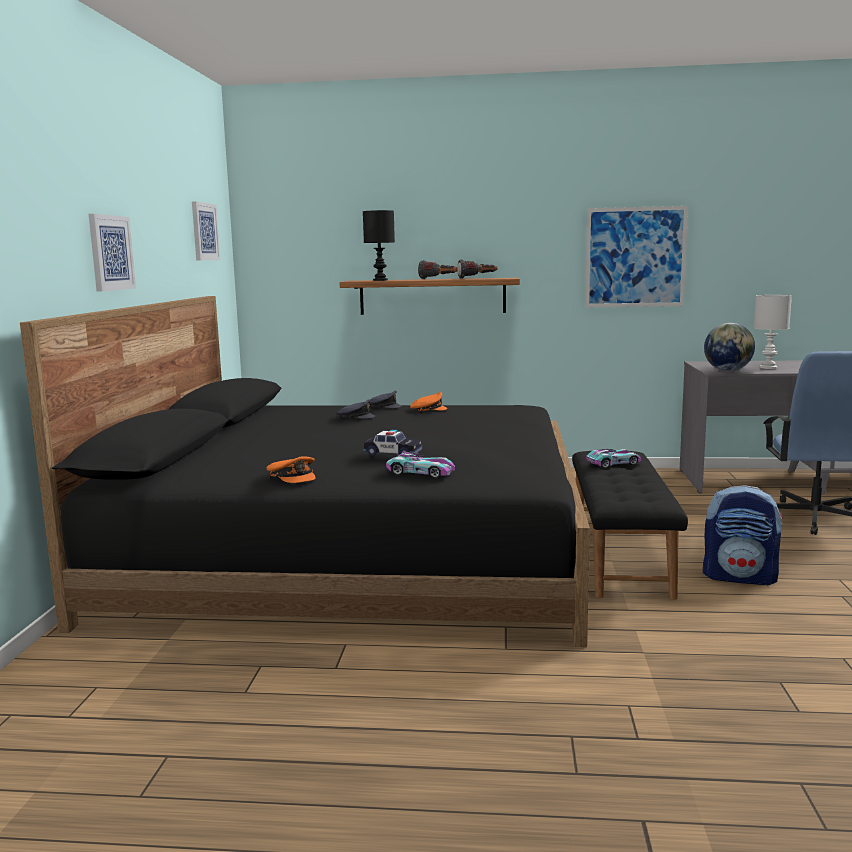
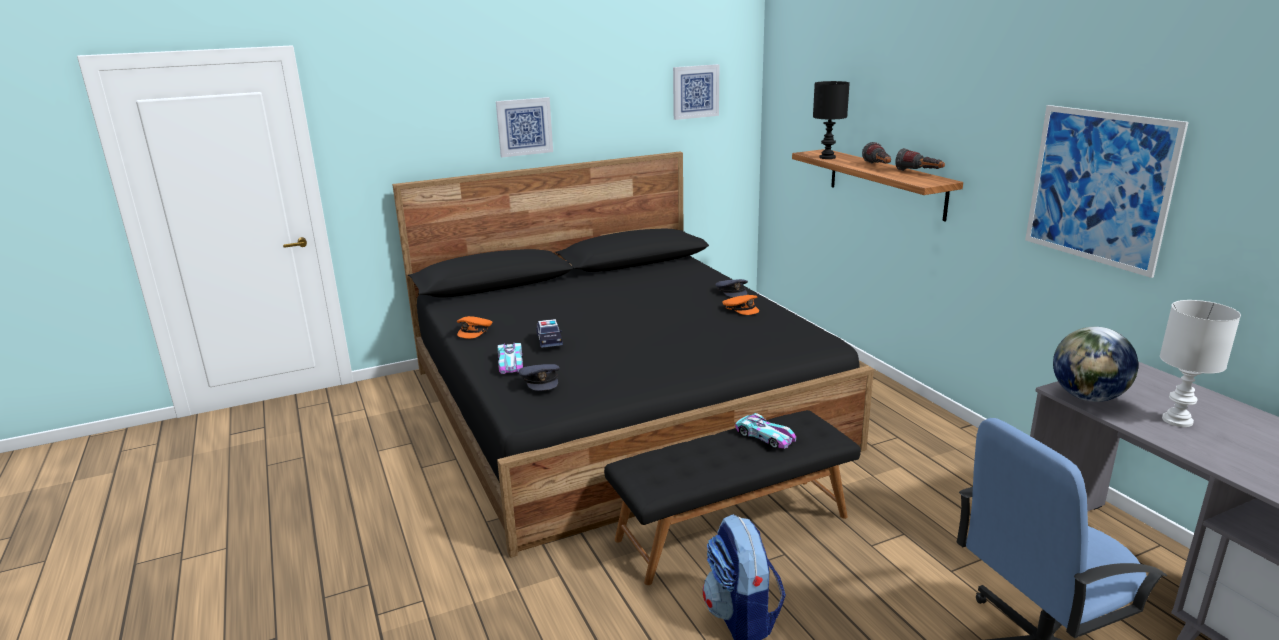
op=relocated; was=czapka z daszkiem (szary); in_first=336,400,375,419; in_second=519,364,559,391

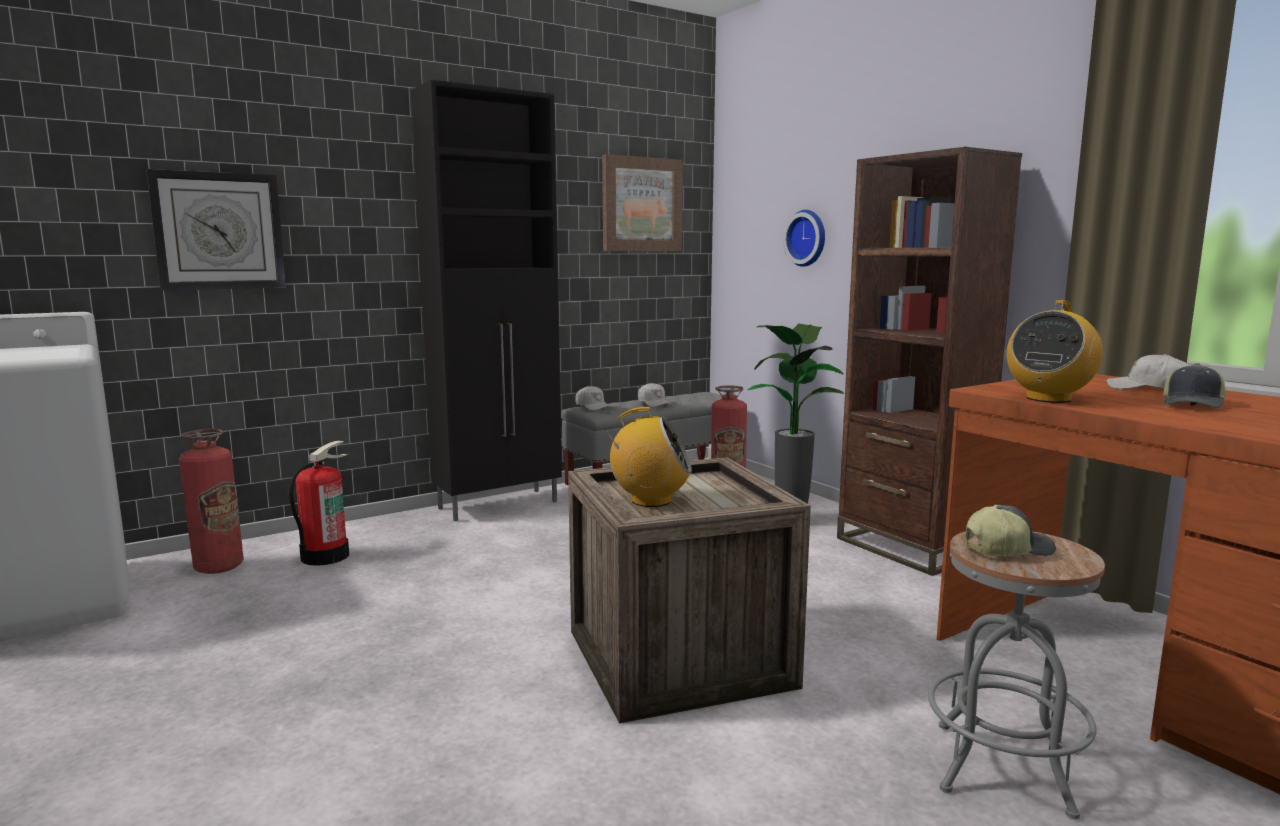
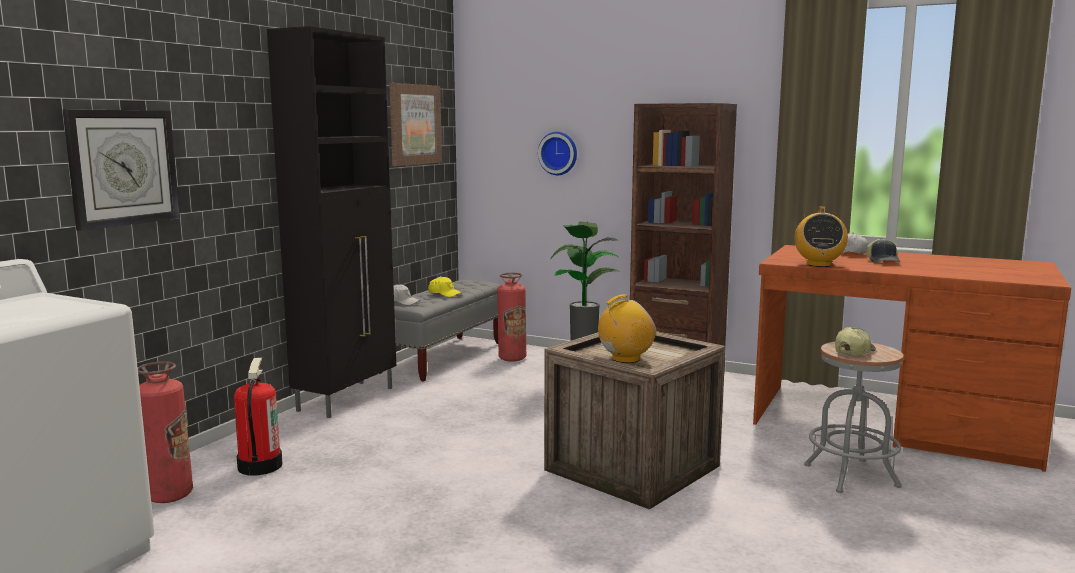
op=colour; was=czapka z daszkiem (biały); now=czapka z daszkiem (żółty); in_first=638,383,672,407; in_second=428,276,462,297

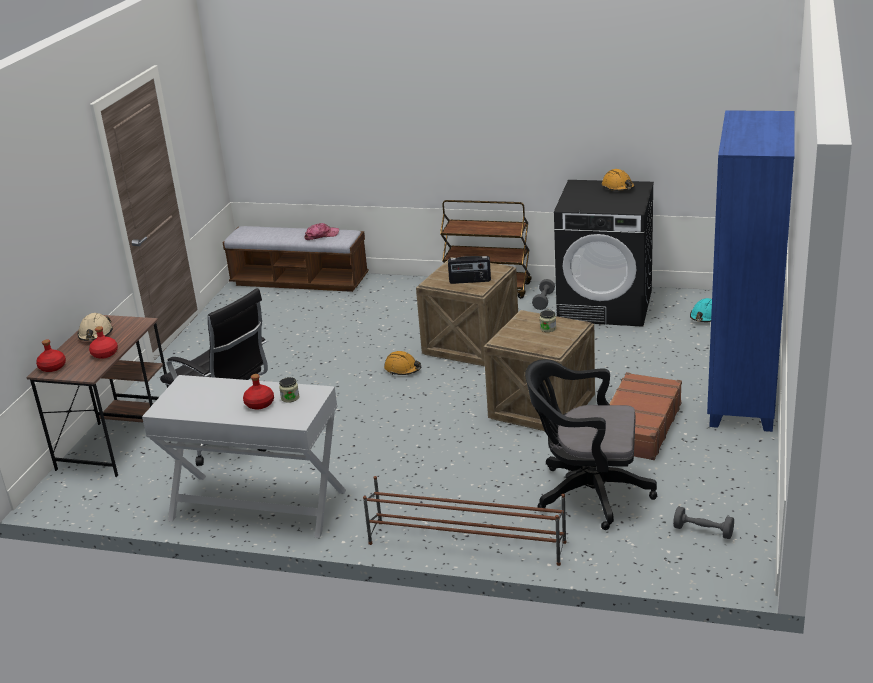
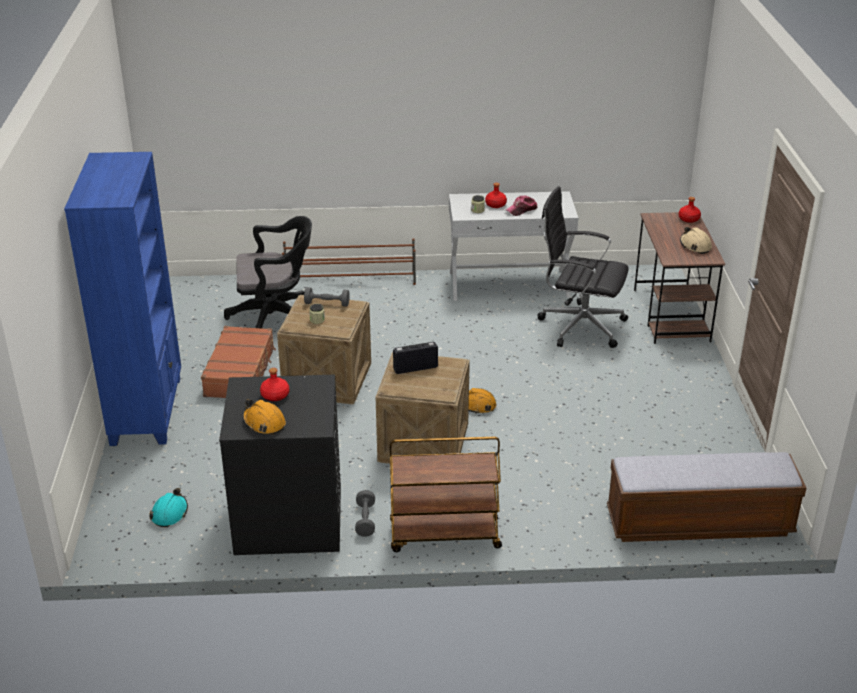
op=relocated; was=butelka (czerwony); in_first=89,326,118,359; in_second=260,368,289,401
op=relocated; was=hantel (szary); in_first=673,507,734,539; in_second=304,287,350,307
op=relocated; was=czapka z daszkiem; in_first=304,223,339,240; in_second=506,196,538,216

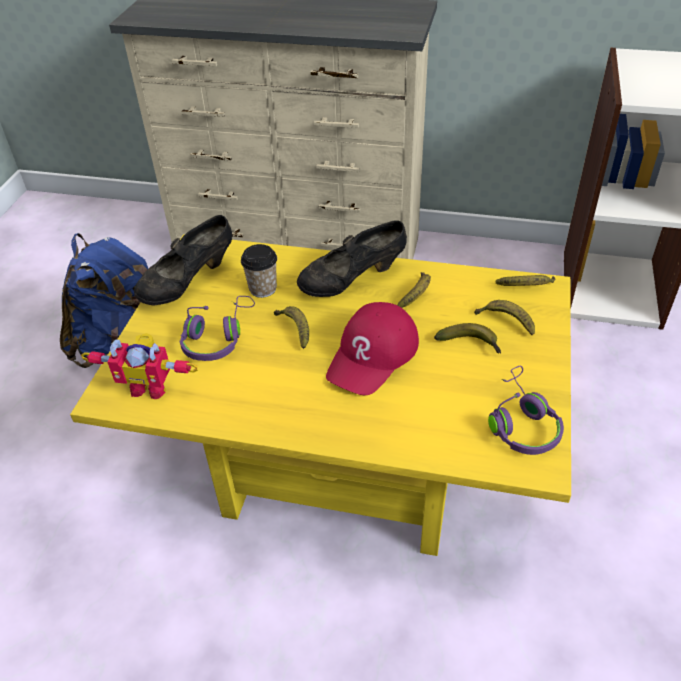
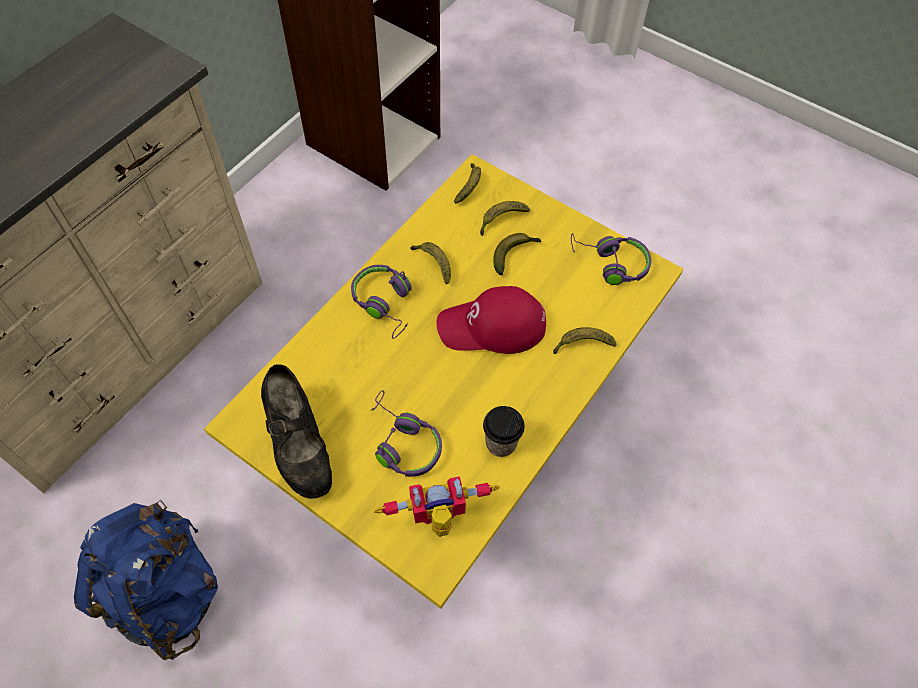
op=exchanged; was=but (czarny); now=słuchawki (fioletowy); in_first=297,220,407,297; in_second=351,265,412,339
op=spun; was=robot zabawkowy; in_first=81,333,198,400; in_second=374,476,500,537; clockwise=-135
op=spun; was=czapka z daszkiem (czerwony); in_first=326,302,419,395; in_second=436,286,546,354; clockwise=120
op=relocated; was=filiżanka; in_first=241,244,277,298; in_second=483,406,525,457
op=relocated; was=banan; in_first=274,306,309,349; in_second=553,327,616,354

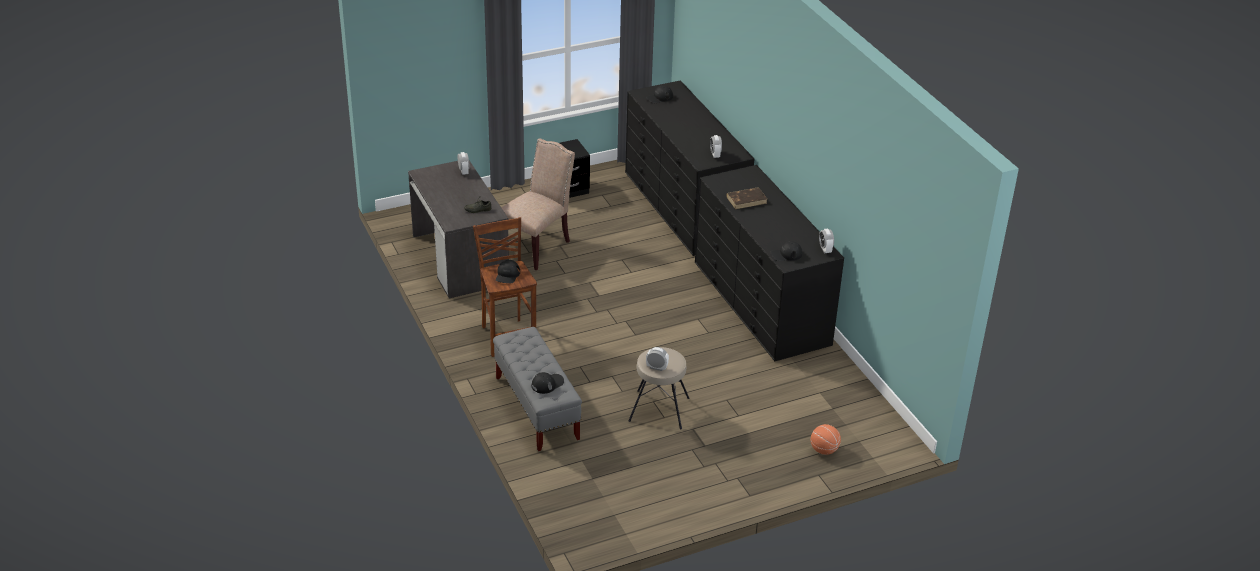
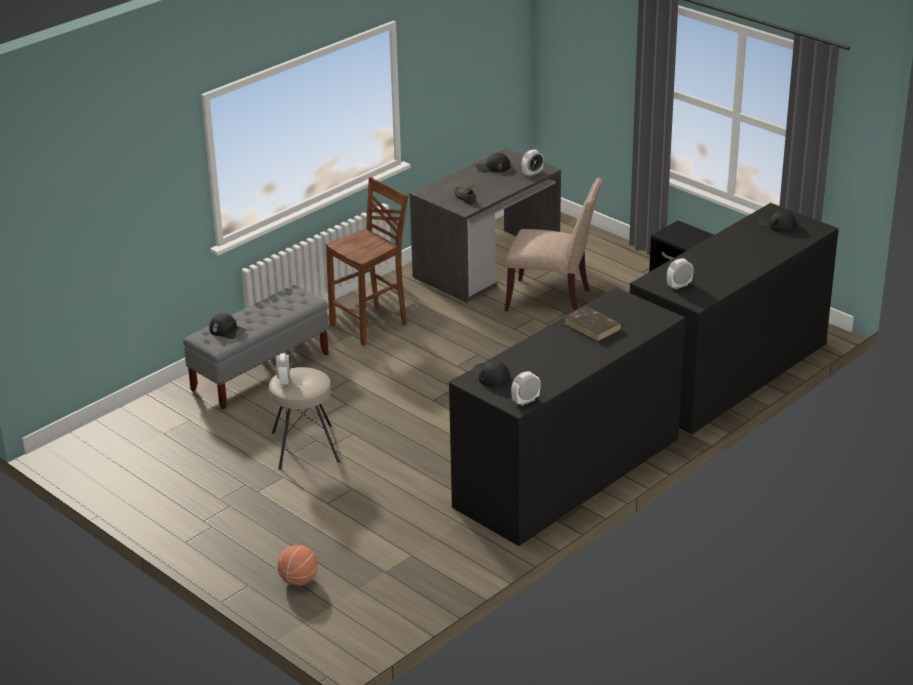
op=relocated; was=czapka z daszkiem (czarny); in_first=496,260,520,283; in_second=475,153,511,173

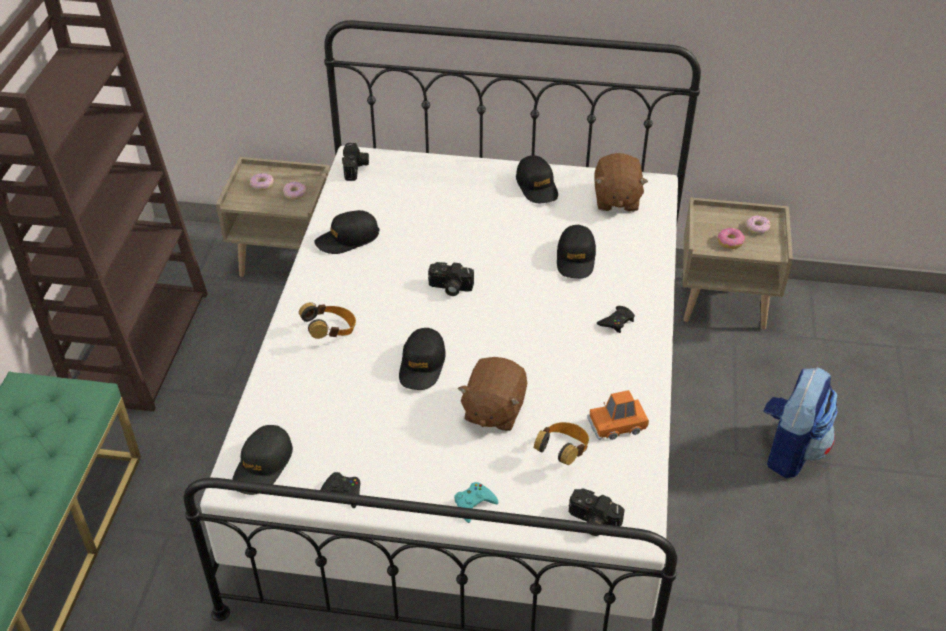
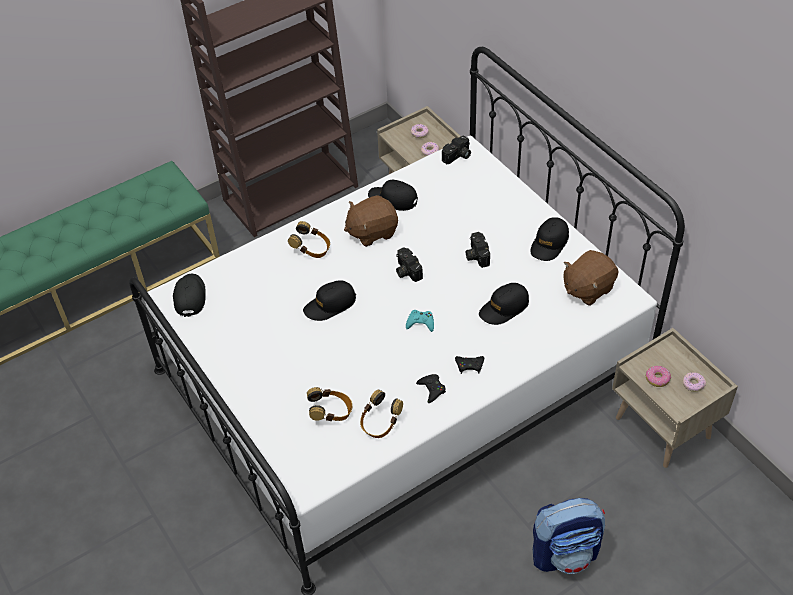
op=spun; was=czapka z daszkiem (czarny); in_first=232,425,293,495; in_second=173,274,206,317; clockwise=105
op=relocated; was=pluszak (brązowy); in_first=458,357,527,431; in_second=344,195,398,247
op=exchanged; was=samochodzik (pomarańczowy); now=słuchawki; in_first=587,390,649,440; in_second=360,389,403,438
op=relocated; was=pad do gier (turkusowy); in_first=454,482,498,523; in_second=406,310,434,332
op=relocated; was=pad do gier (czarny); in_first=320,472,360,508; in_second=416,374,446,403
op=relocated; was=aparat fotograficzny; in_first=569,488,625,536; in_second=466,232,490,268

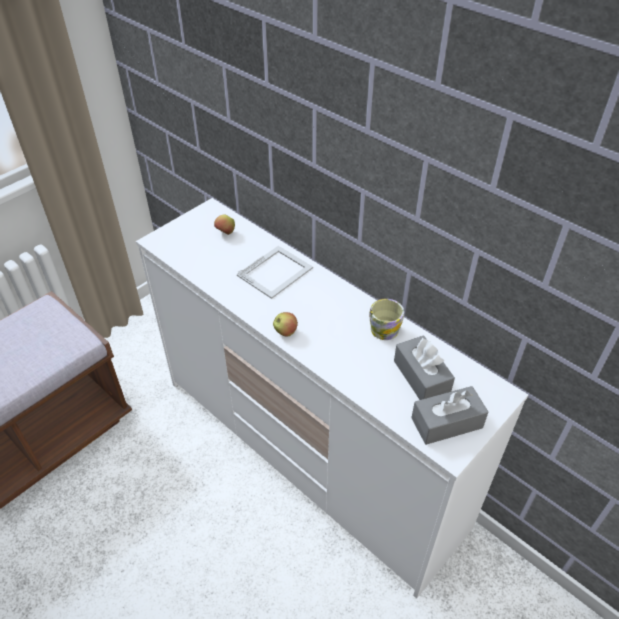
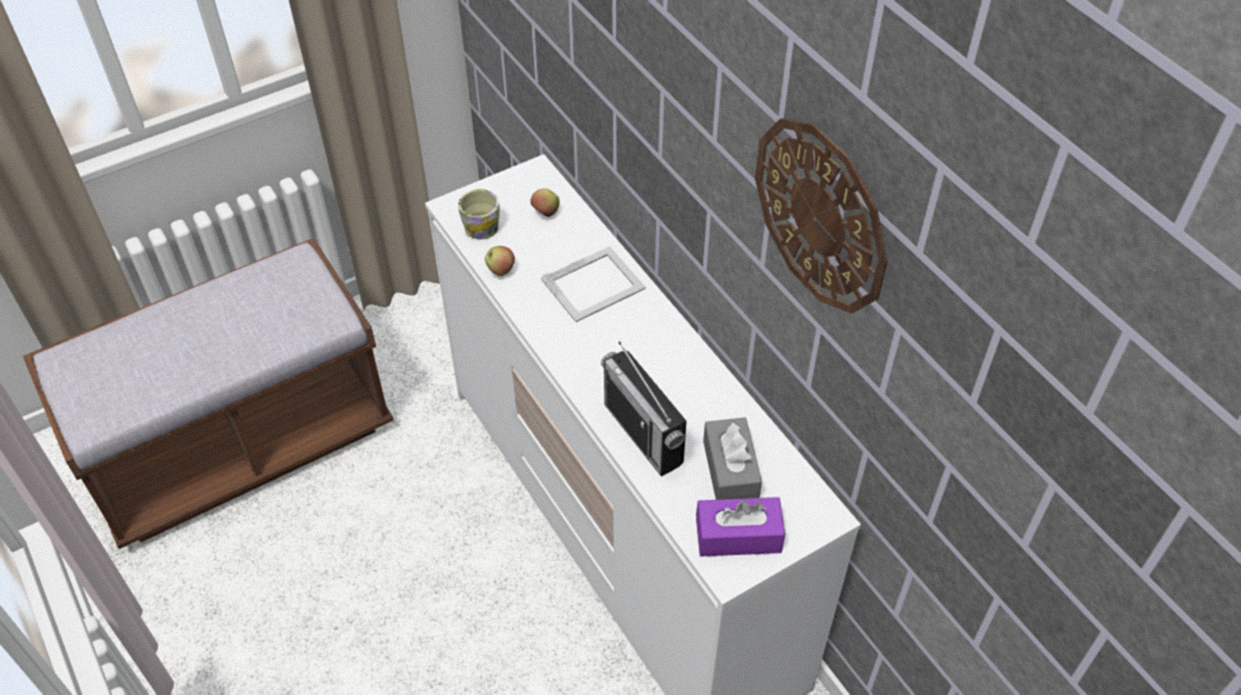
op=relocated; was=kubek; in_first=369,299,404,340; in_second=458,189,500,239
op=relocated; was=jabłko; in_first=273,312,298,336; in_second=485,246,515,276
op=appeared; now=radio; in_second=601,341,687,477
op=colour; was=pudełko chusteczek (szary); now=pudełko chusteczek (fioletowy); in_first=411,386,488,445; in_second=696,497,785,557
op=appeared; now=zegar ścienny; in_second=755,118,888,314

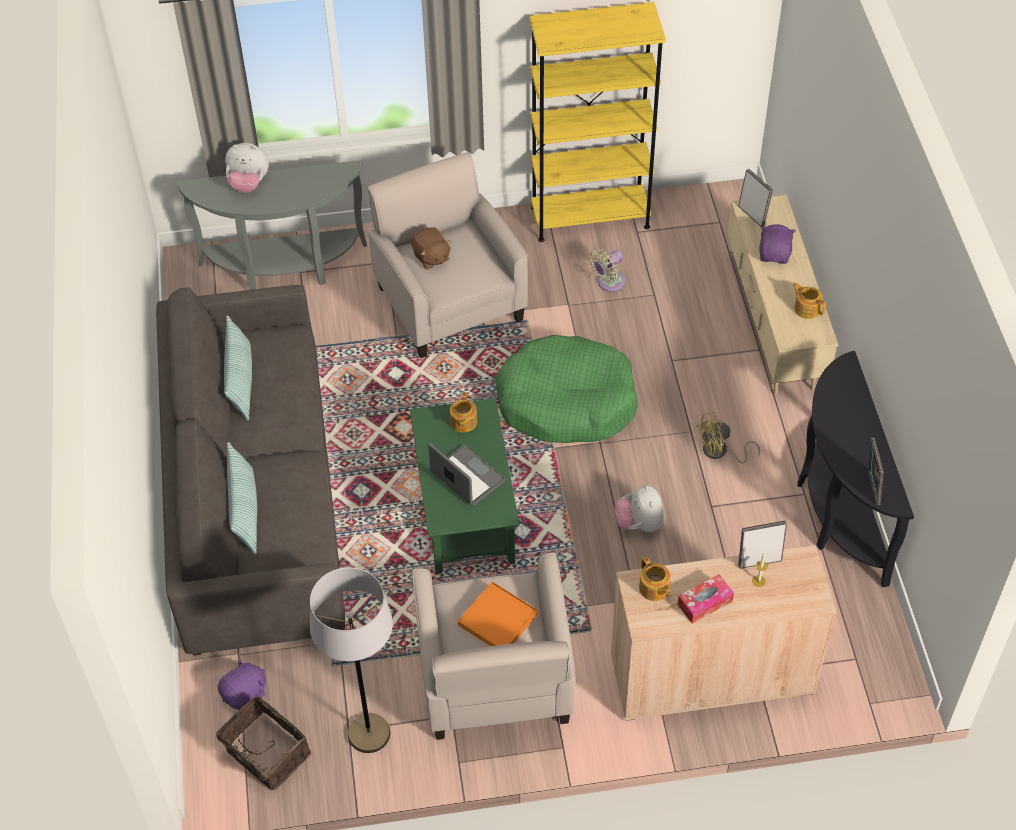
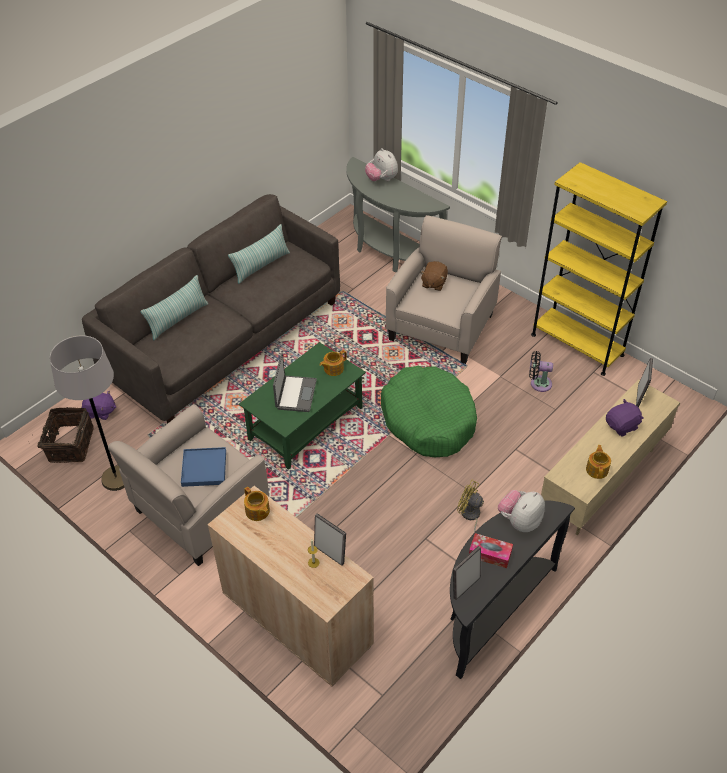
op=colour; was=taca (pomarańczowy); now=taca (niebieski); in_first=458,581,538,646; in_second=181,447,226,487
op=spun; was=imbryk; in_first=639,557,671,601; in_second=244,487,270,521; clockwise=-60
op=relocated; was=pudełko chusteczek; in_first=677,574,734,623; in_second=469,533,513,568
op=relocated; was=pluszak; in_first=615,485,664,532; in_second=498,490,545,532
op=colour; was=wentylator (beżowy); now=wentylator (czarny); in_first=589,248,625,292; in_second=529,351,553,392

